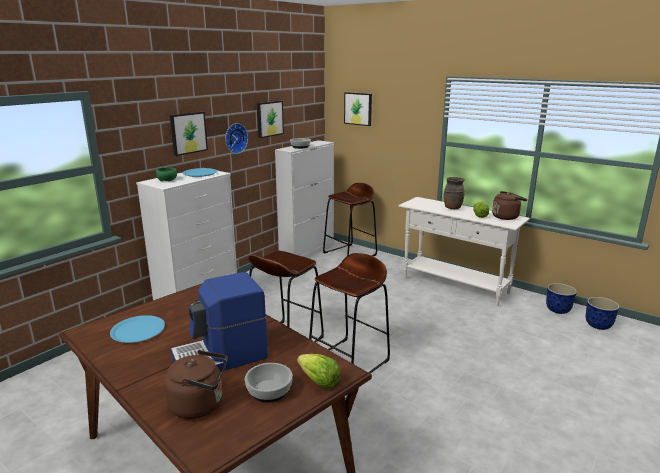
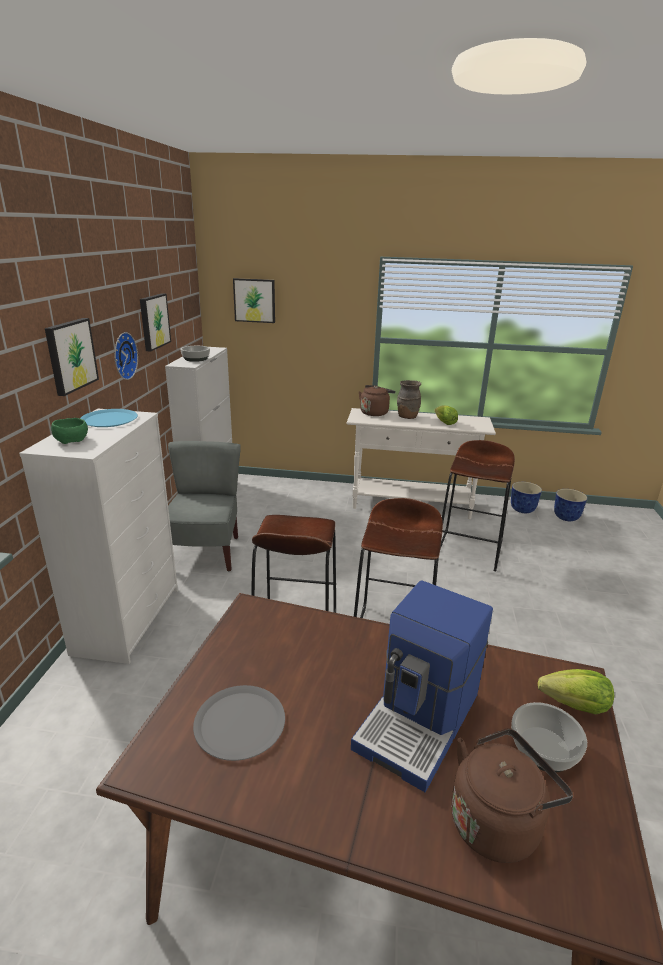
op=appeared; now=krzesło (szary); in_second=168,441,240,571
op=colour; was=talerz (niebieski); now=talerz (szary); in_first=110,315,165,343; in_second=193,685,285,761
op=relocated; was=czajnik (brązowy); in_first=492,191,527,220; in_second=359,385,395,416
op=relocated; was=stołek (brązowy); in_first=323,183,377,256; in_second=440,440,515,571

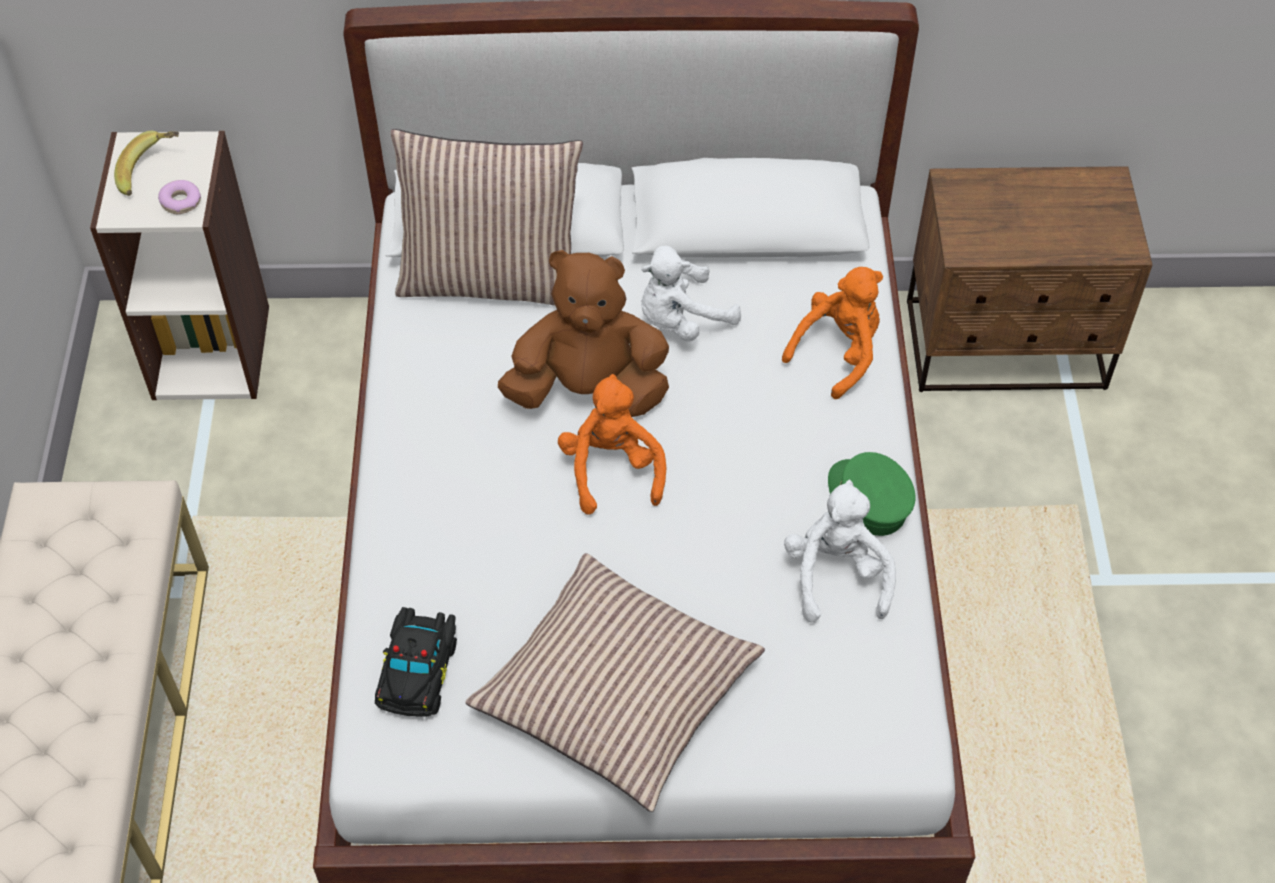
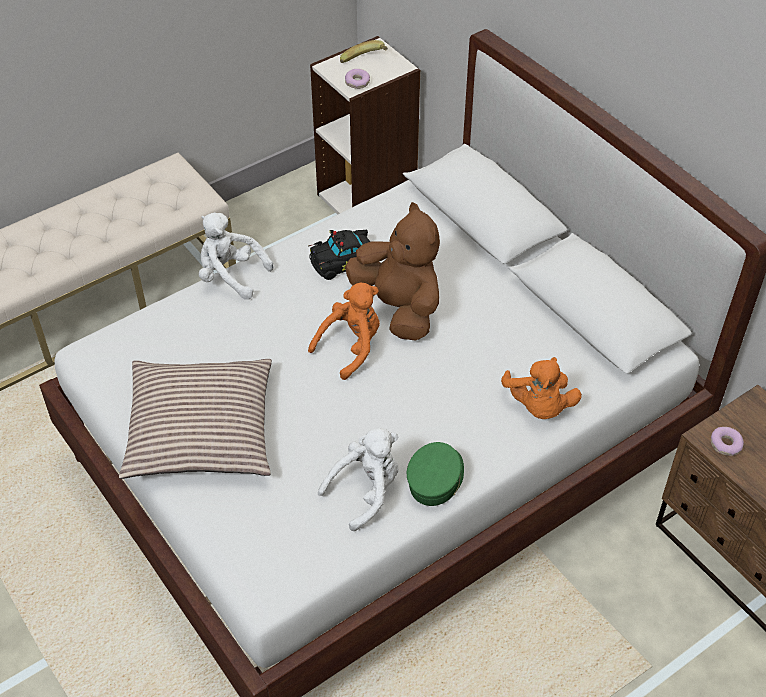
op=relocated; was=pluszak (biały); in_first=641,246,741,342; in_second=199,213,273,300
op=relocated; was=samochodzik (czarny); in_first=375,607,457,717; in_second=308,229,370,280
op=spun; was=pluszak (pomarańczowy); in_first=782,267,883,399; in_second=501,357,582,419; clockwise=75
op=appeared; now=donut; in_second=711,427,744,456
op=missing; was=poduszka; in_first=391,129,583,305

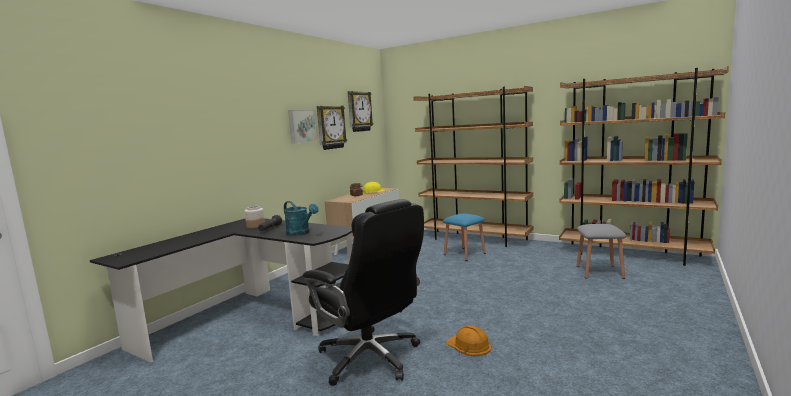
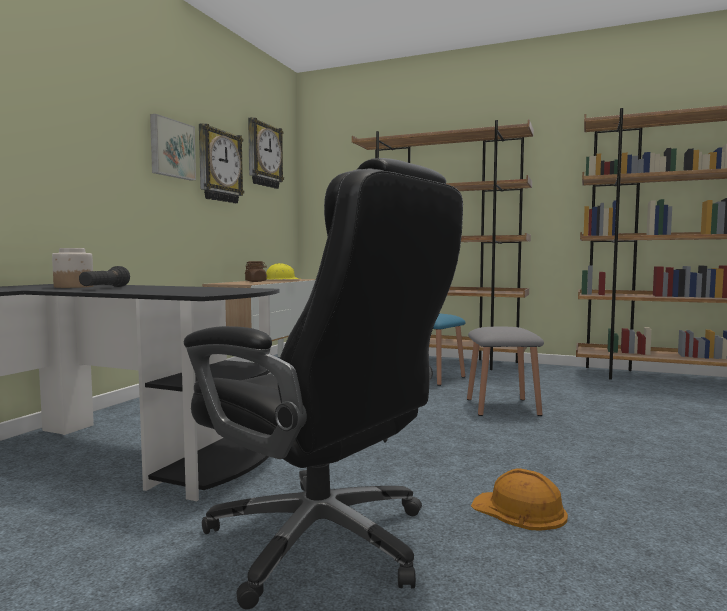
op=relocated; was=stołek (szary); in_first=576,224,626,279; in_second=467,327,544,416
op=missing; was=konewka (turkusowy); in_first=284,201,319,236

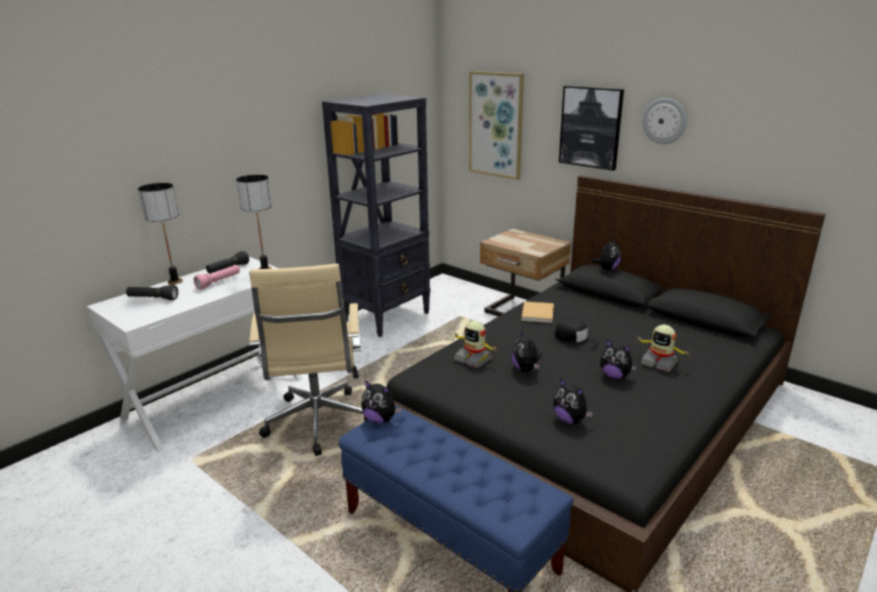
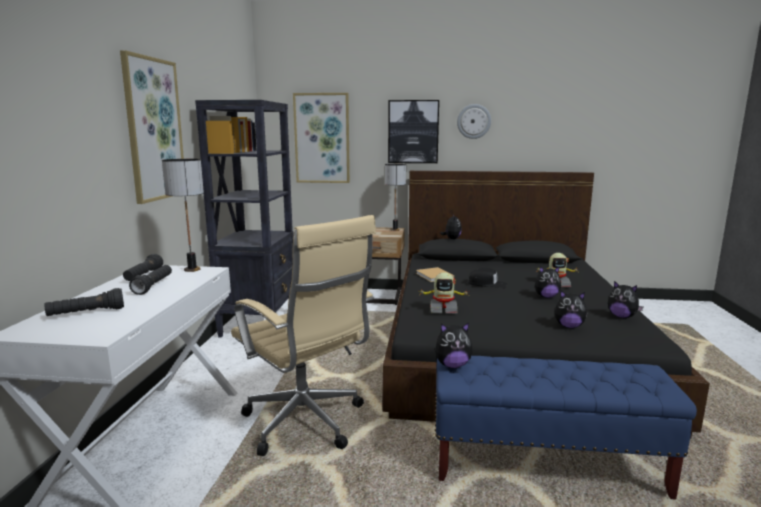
op=appeared; now=obraz; in_second=120,50,184,204
op=colour; was=latarka (różowy); now=latarka (czarny); in_first=194,265,240,290; in_second=129,265,172,295
op=relocated; was=lampa stołowa; in_first=138,183,183,285; in_second=385,164,406,231
op=relocated; was=pluszak; in_first=511,331,542,372; in_second=608,281,643,318

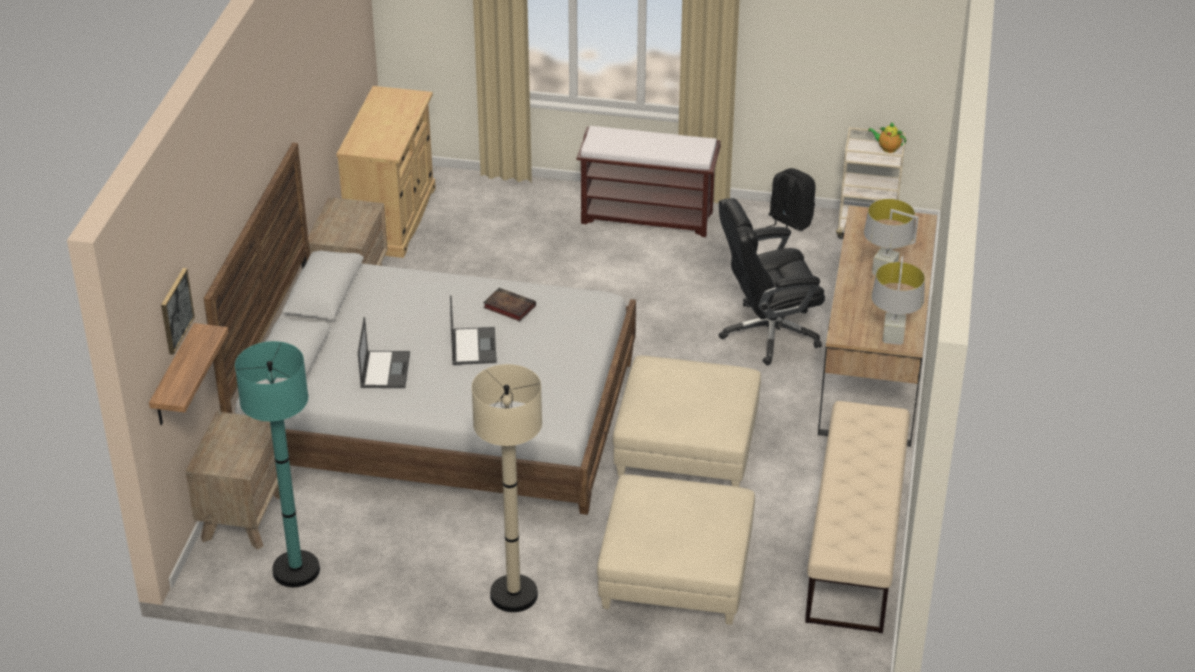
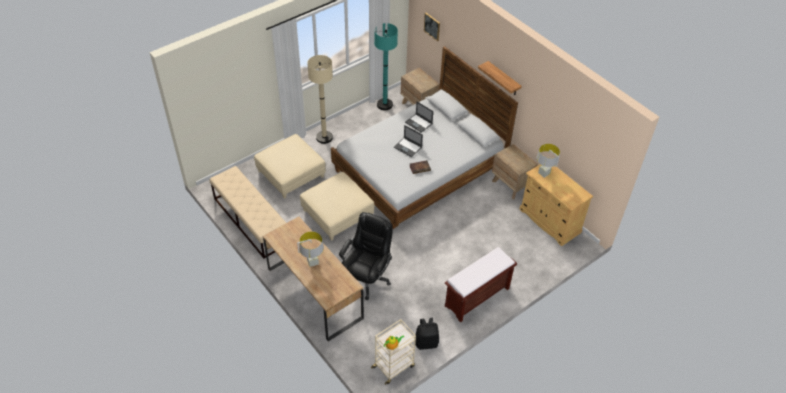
op=relocated; was=półka; in_first=149,323,229,425; in_second=478,61,522,95
op=relocated; was=lampa stołowa (szary); in_first=872,256,925,345; in_second=537,144,560,178

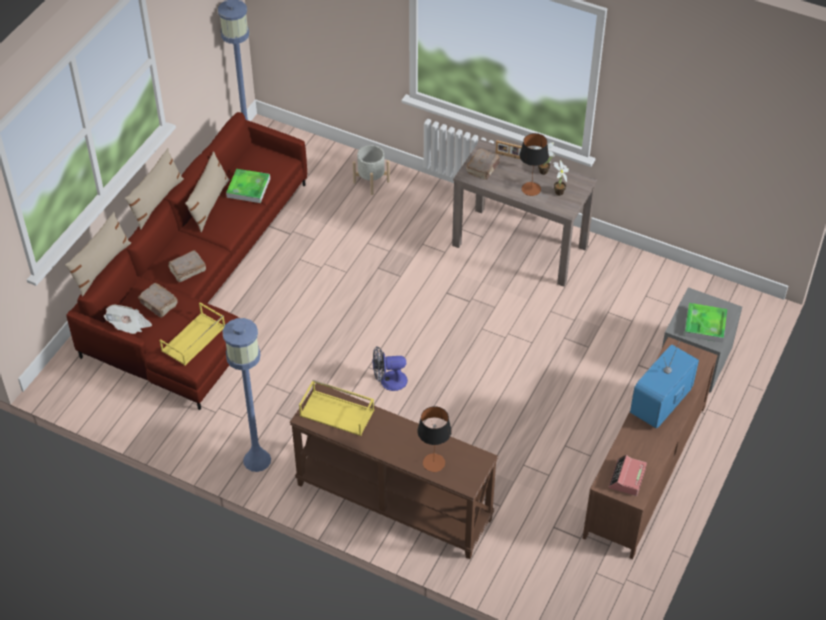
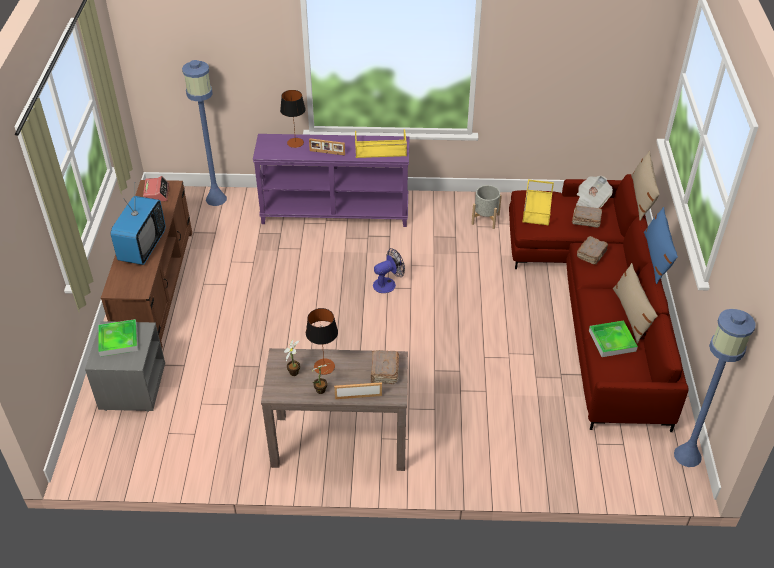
op=relocated; was=lampa stojąca (niebieski); in_first=222,318,271,472; in_second=182,60,227,206
op=colour; was=stolik konsolowy (brązowy); now=stolik konsolowy (fioletowy); in_first=290,383,498,559; in_second=253,134,409,227
op=appeared; now=ramka na zdjęcie; in_second=309,138,345,155
op=relocated; was=donica (szary); in_first=353,145,390,195; in_second=471,185,502,229
op=colour; was=poduszka (beżowy); now=poduszka (niebieski); in_first=125,148,184,230; in_second=644,207,678,284

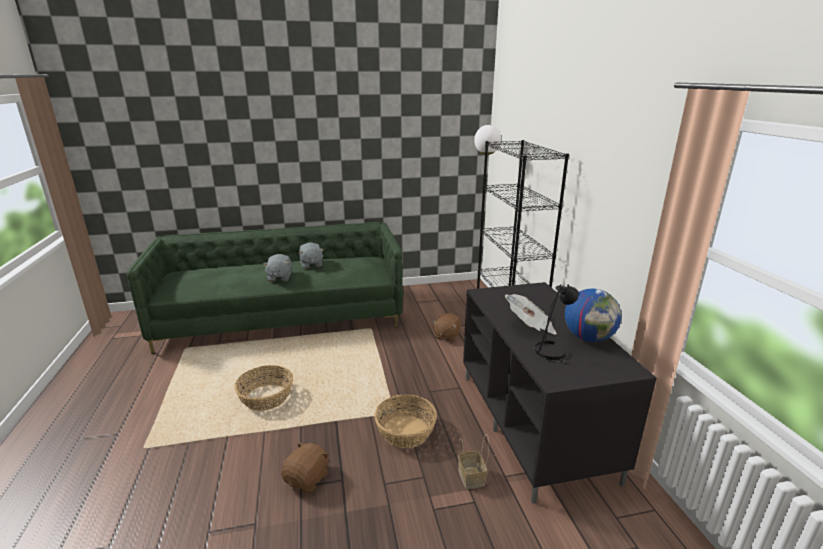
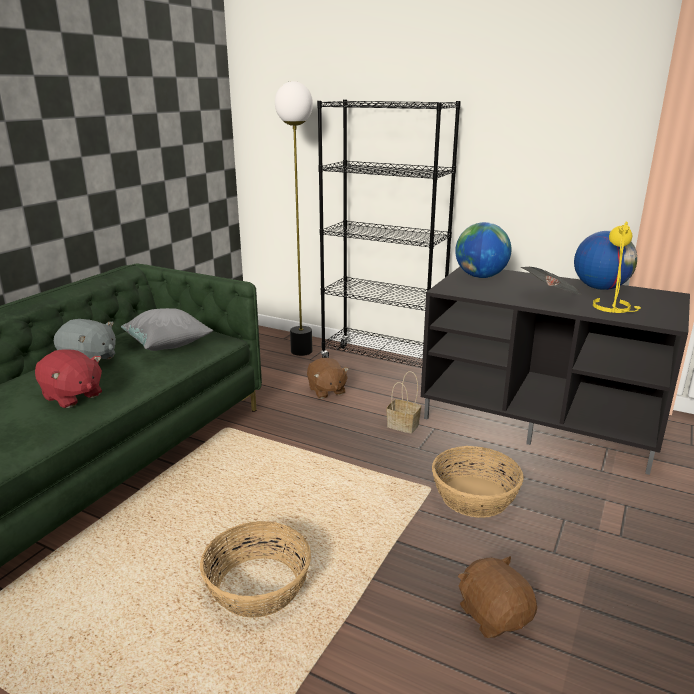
op=colour; was=pluszak (szary); now=pluszak (czerwony); in_first=263,254,292,282; in_second=35,349,102,408
op=appeared; now=poduszka (szary); in_second=121,308,213,351
op=relocated; was=koszyk; in_first=458,434,489,489; in_second=386,371,421,433
op=appeared; now=globus; in_second=455,222,511,278
op=colour; was=lampa stołowa (czarny); now=lampa stołowa (żółty); in_first=535,284,579,362; in_second=593,221,641,313

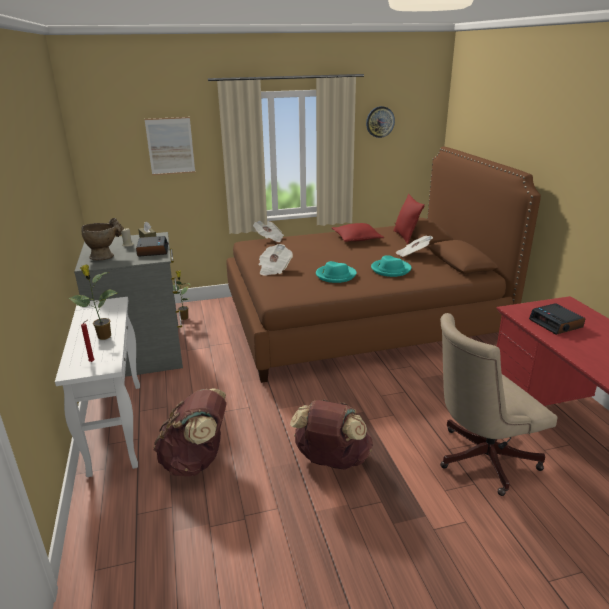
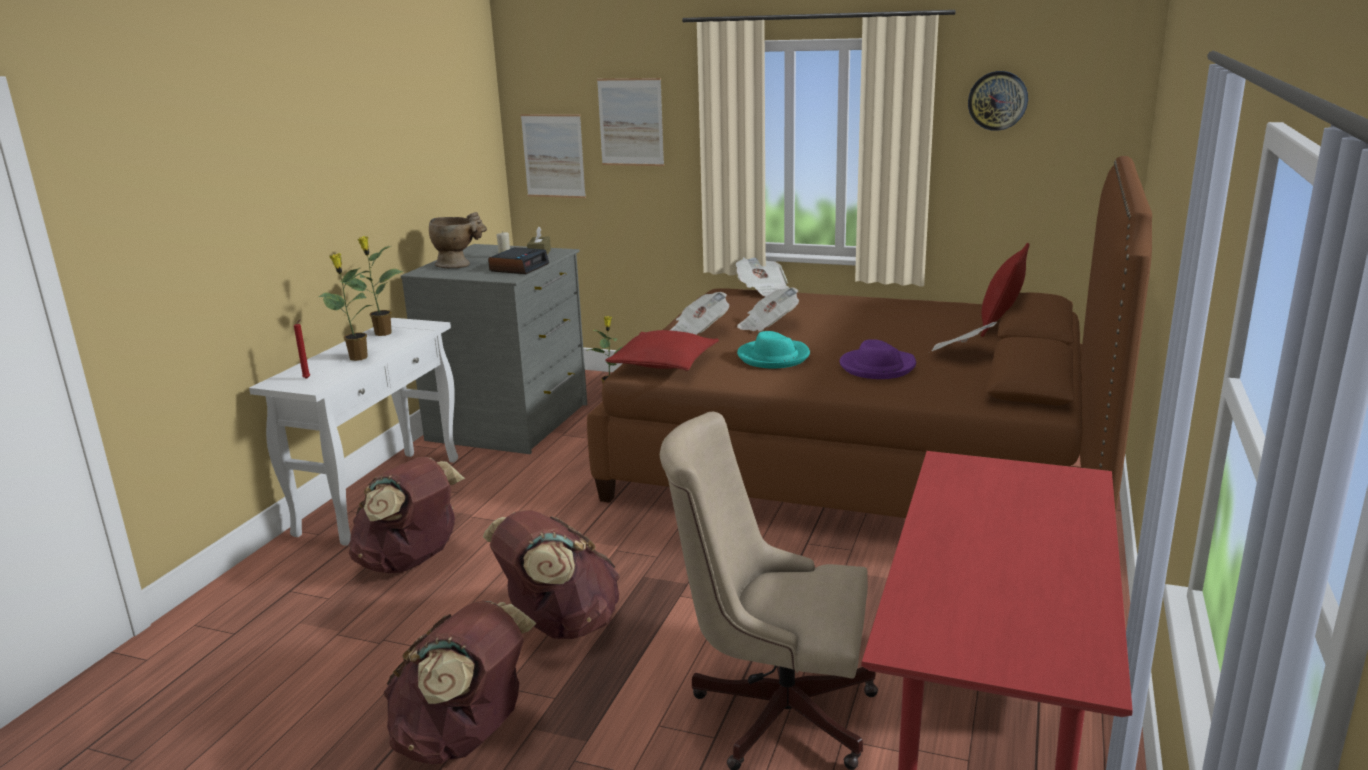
op=appeared; now=roślina doniczkowa; in_second=340,236,404,336
op=appeared; now=plecak (brązowy); in_second=383,601,537,764
op=appeared; now=obraz; in_second=520,114,586,198
op=relocated; was=poduszka (czerwony); in_first=332,223,384,242; in_second=605,330,719,371
op=appeared; now=gazeta; in_second=737,287,799,332
op=colour; was=kapelusz (turkusowy); now=kapelusz (fioletowy); in_first=371,255,411,277; in_second=840,339,916,379
op=missing; was=budzik; in_first=529,303,585,335

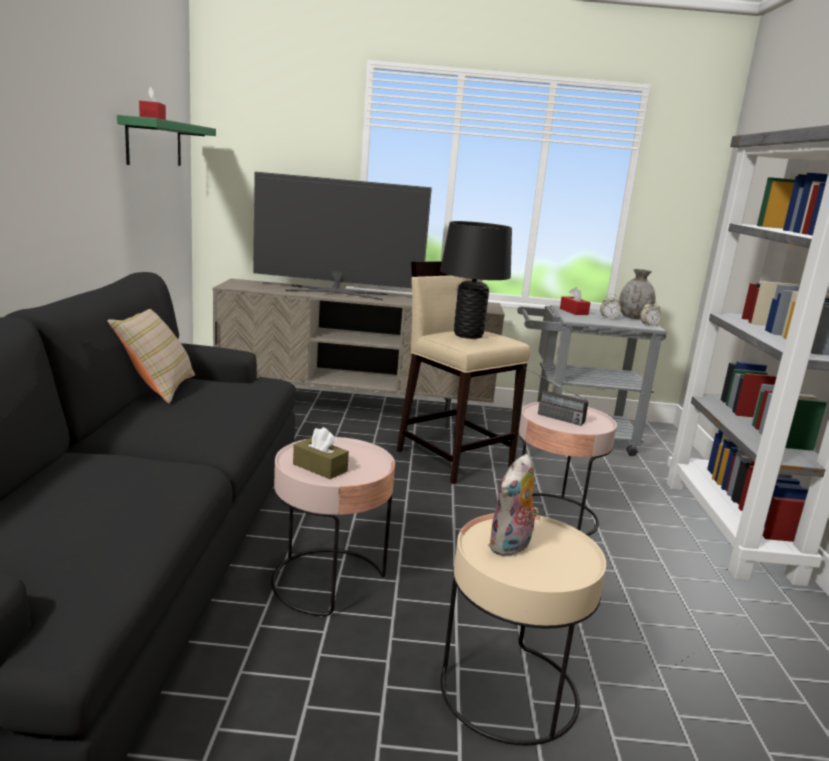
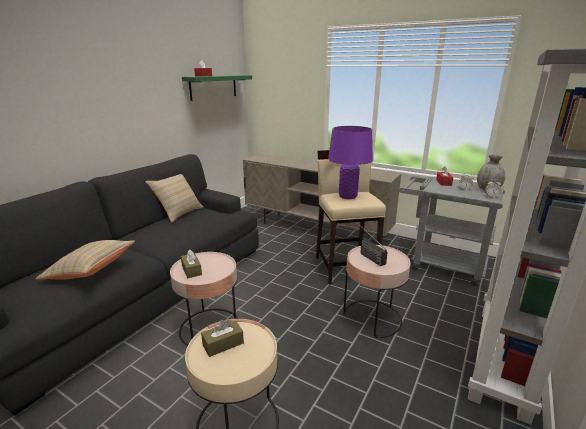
op=appeared; now=poduszka (beżowy); in_second=36,240,135,280
op=exchanged; was=pluszak; now=pudełko chusteczek (brązowy); in_first=488,454,539,557; in_second=201,319,244,357
op=colour; was=lampa stołowa (czarny); now=lampa stołowa (fioletowy); in_first=440,221,512,339; in_second=328,126,373,199
op=missing; was=telewizor; in_first=253,172,432,300

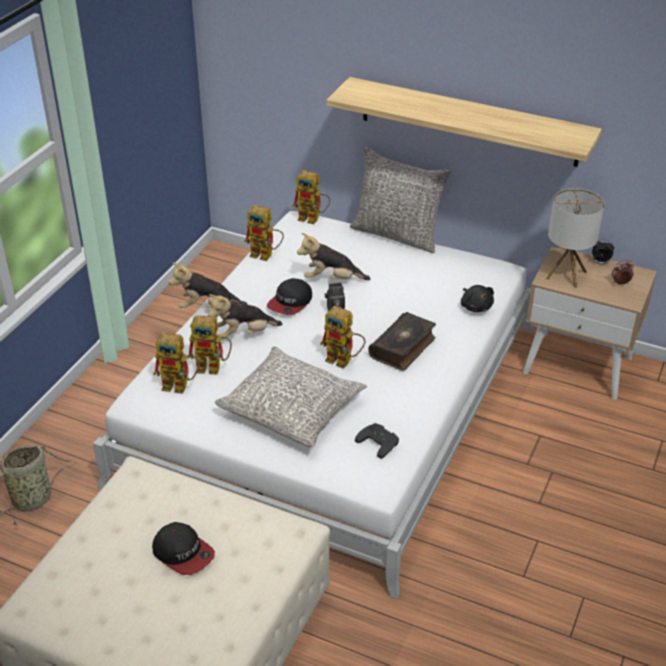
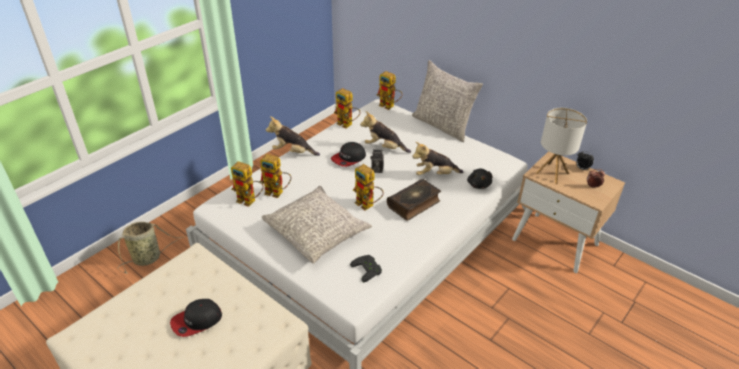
op=spun; was=czapka z daszkiem; in_first=152,522,215,575; in_second=170,299,222,337; clockwise=90
op=relocated; was=pluszak; in_first=208,294,282,340; in_second=412,142,463,175
op=missing; was=półka; in_first=327,77,602,167

